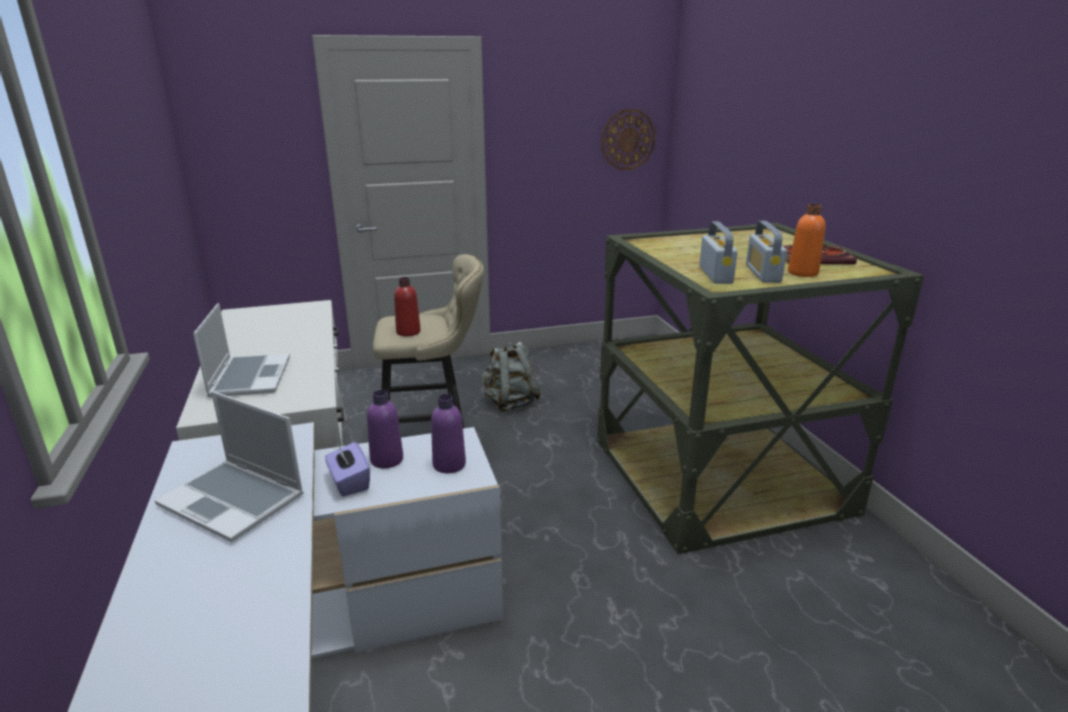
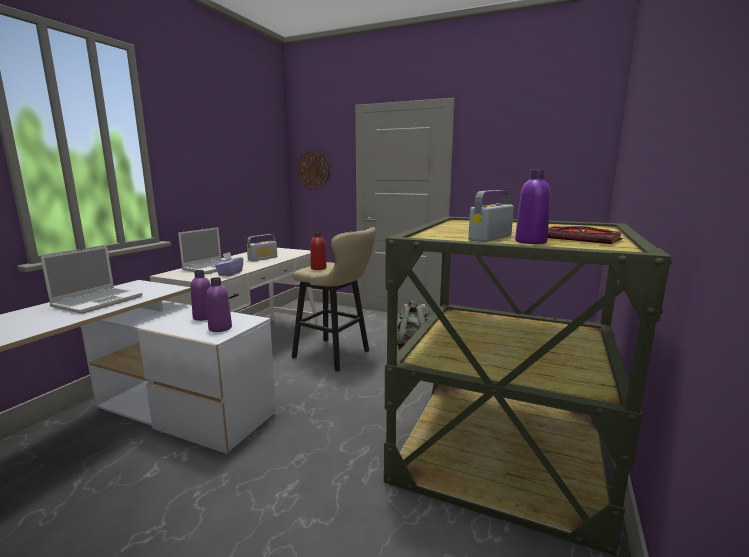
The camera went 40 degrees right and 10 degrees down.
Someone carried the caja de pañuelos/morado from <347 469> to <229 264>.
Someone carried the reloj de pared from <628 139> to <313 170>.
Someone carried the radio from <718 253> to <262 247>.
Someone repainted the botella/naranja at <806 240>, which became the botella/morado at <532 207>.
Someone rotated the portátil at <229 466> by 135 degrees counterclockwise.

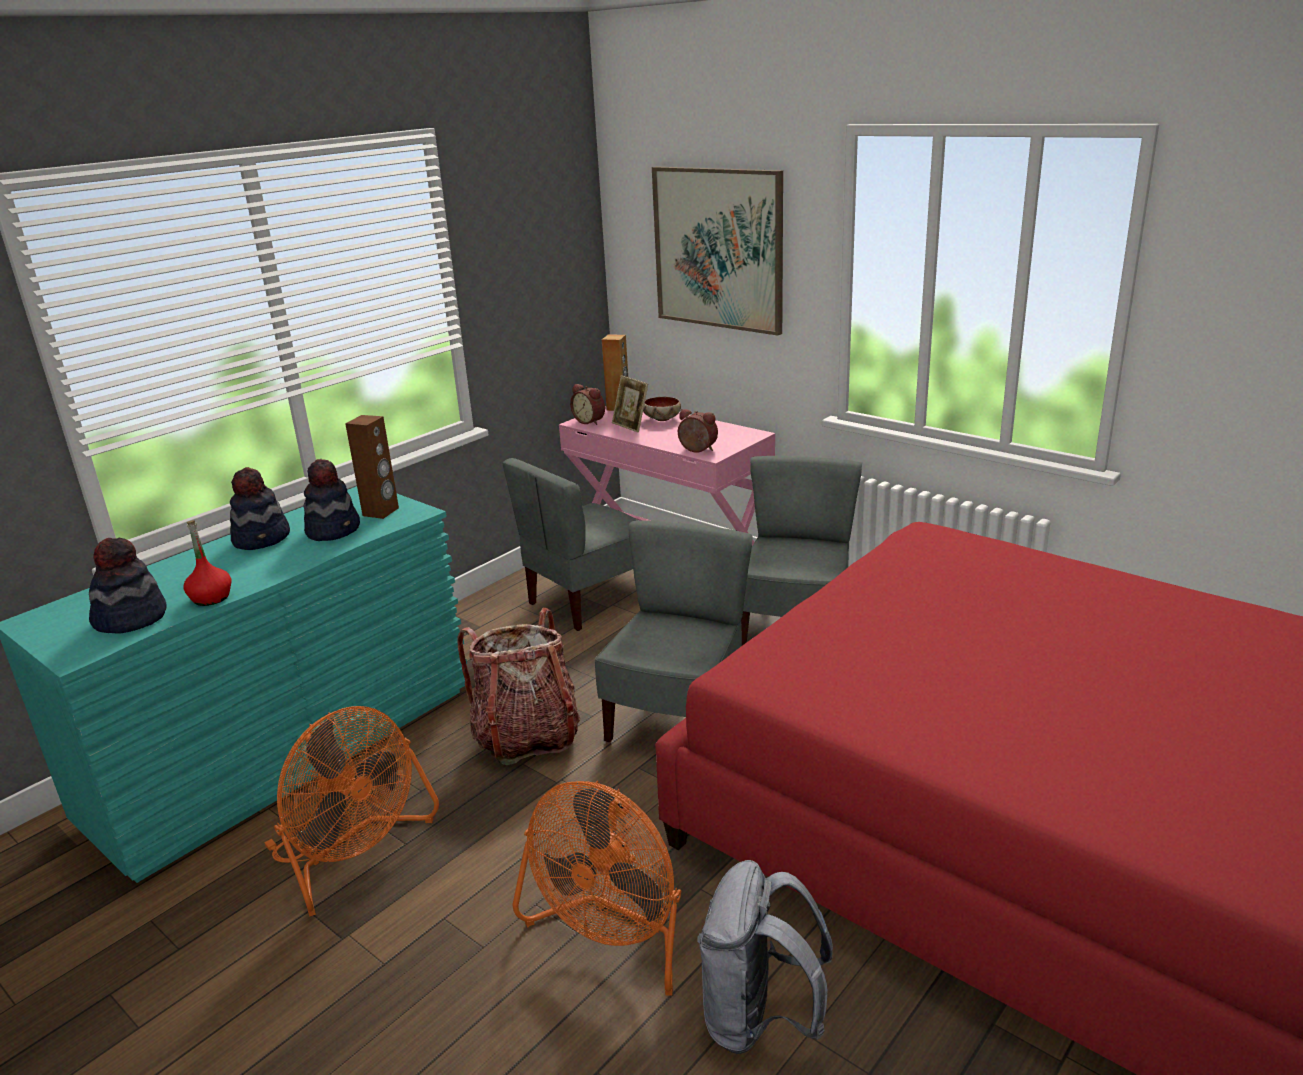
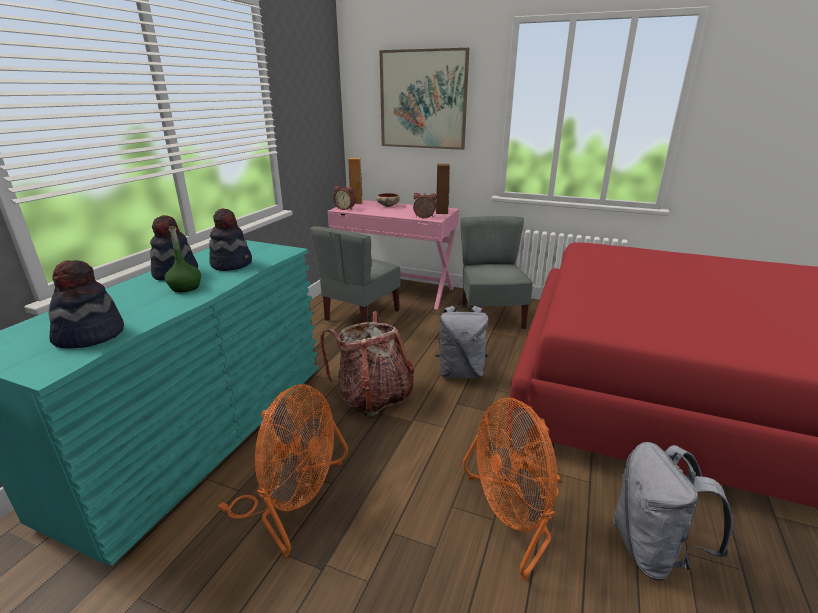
The camera went 20 degrees left and 0 degrees up.
Someone took away the botella/rojo at <207 563>.
Someone took away the portarretratos at <630 403>.
Someone put down the botella/verde at <183 259>.
Someone carried the altavoz/marrón from <372 467> to <443 189>.
Someone swapped the silla/gris at <674 631> for the mochila/gris at <462 342>.
Someone rotated the ventilador/naranja at <597 888> by 60 degrees clockwise.

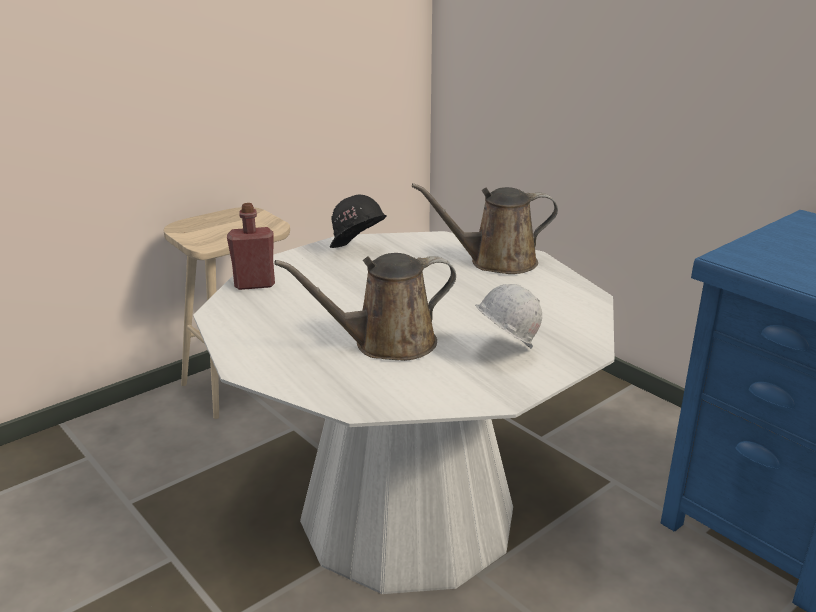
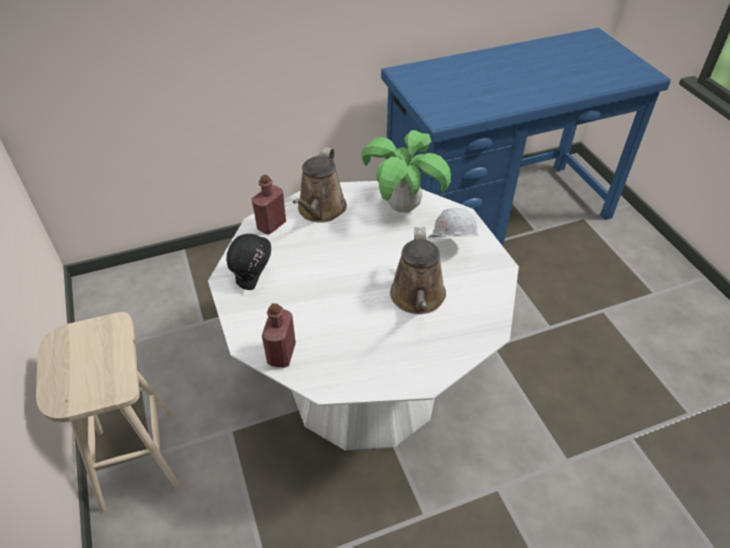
The camera went 70 degrees left and 20 degrees up.
Someone put down the botella/rojo at <269 205>.
Someone put down the planta en maceta at <406 171>.

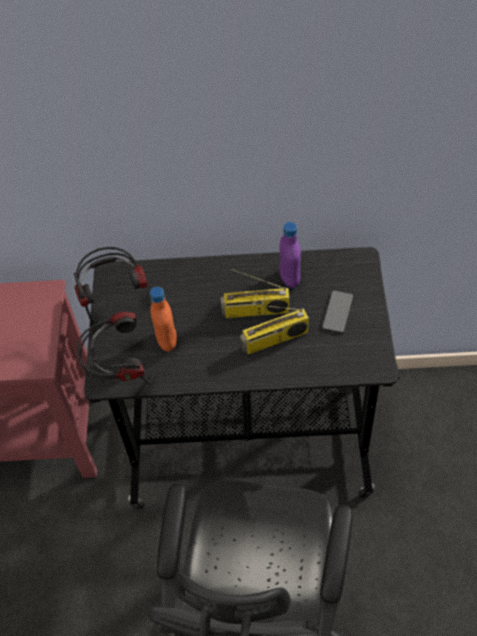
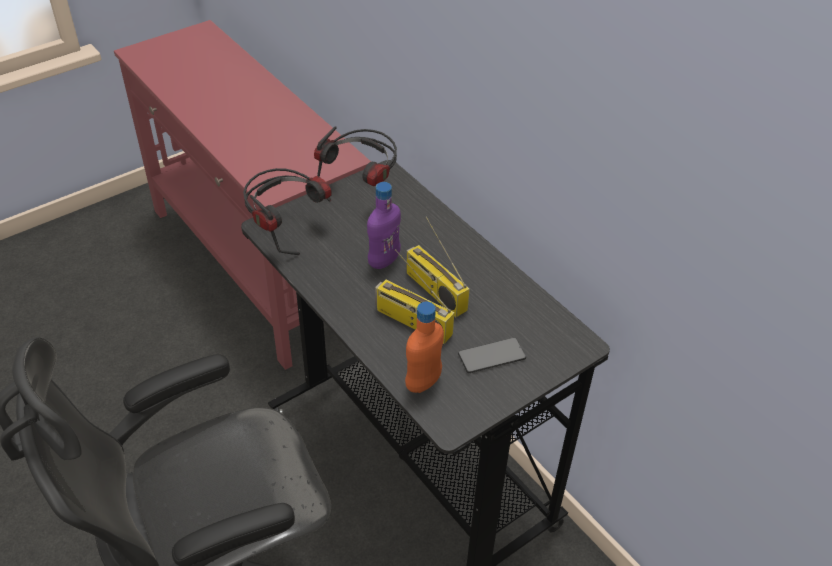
The camera went 50 degrees right and 10 degrees down.
Someone carried the botella/naranja from <163 319> to <424 347>.
Someone carried the botella/morado from <290 255> to <384 225>.

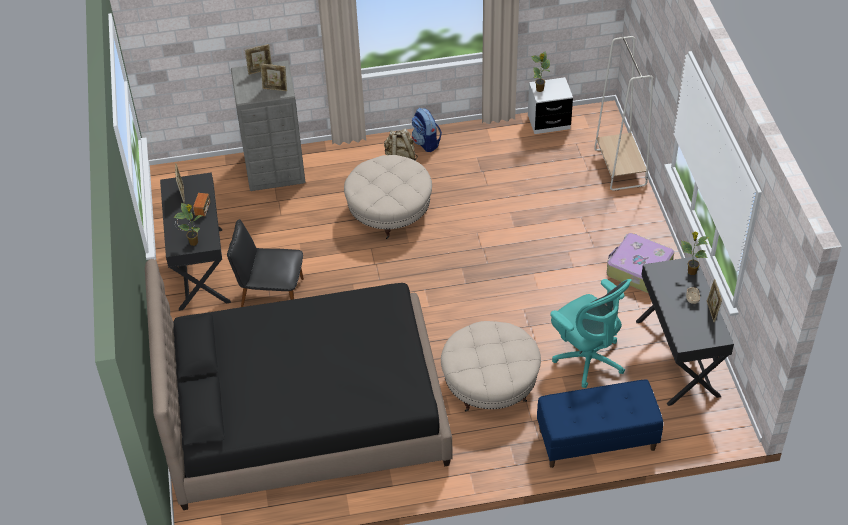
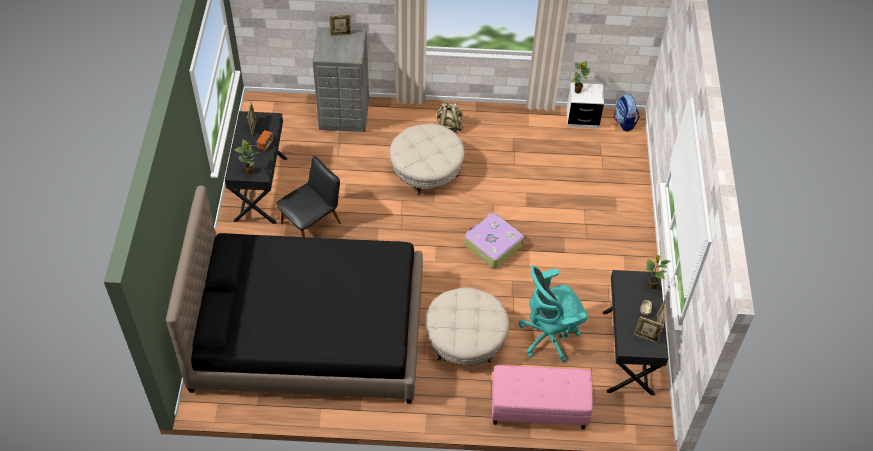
The camera went 10 degrees right and 5 degrees up.
Someone took away the perchero at <623 113>.
Someone carried the portarretratos from <273 77> to <649 329>.
Someone carried the mochila from <427 130> to <627 112>.
Someone carried the maleta from <640 263> to <494 240>.
Someone repainted the banco/azul at <600 423>, which became the banco/rosa at <542 397>.
Someone rotated the silla/negro at <265 263> by 120 degrees clockwise.
Someone rotated the silla de oficina/turquesa at <590 333> by 90 degrees clockwise.

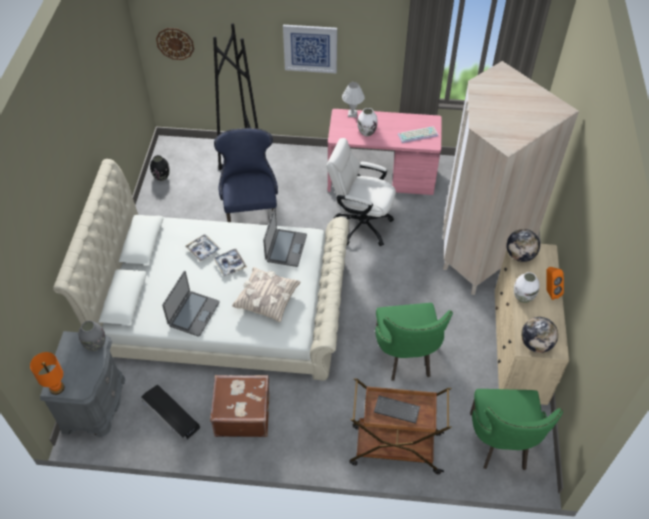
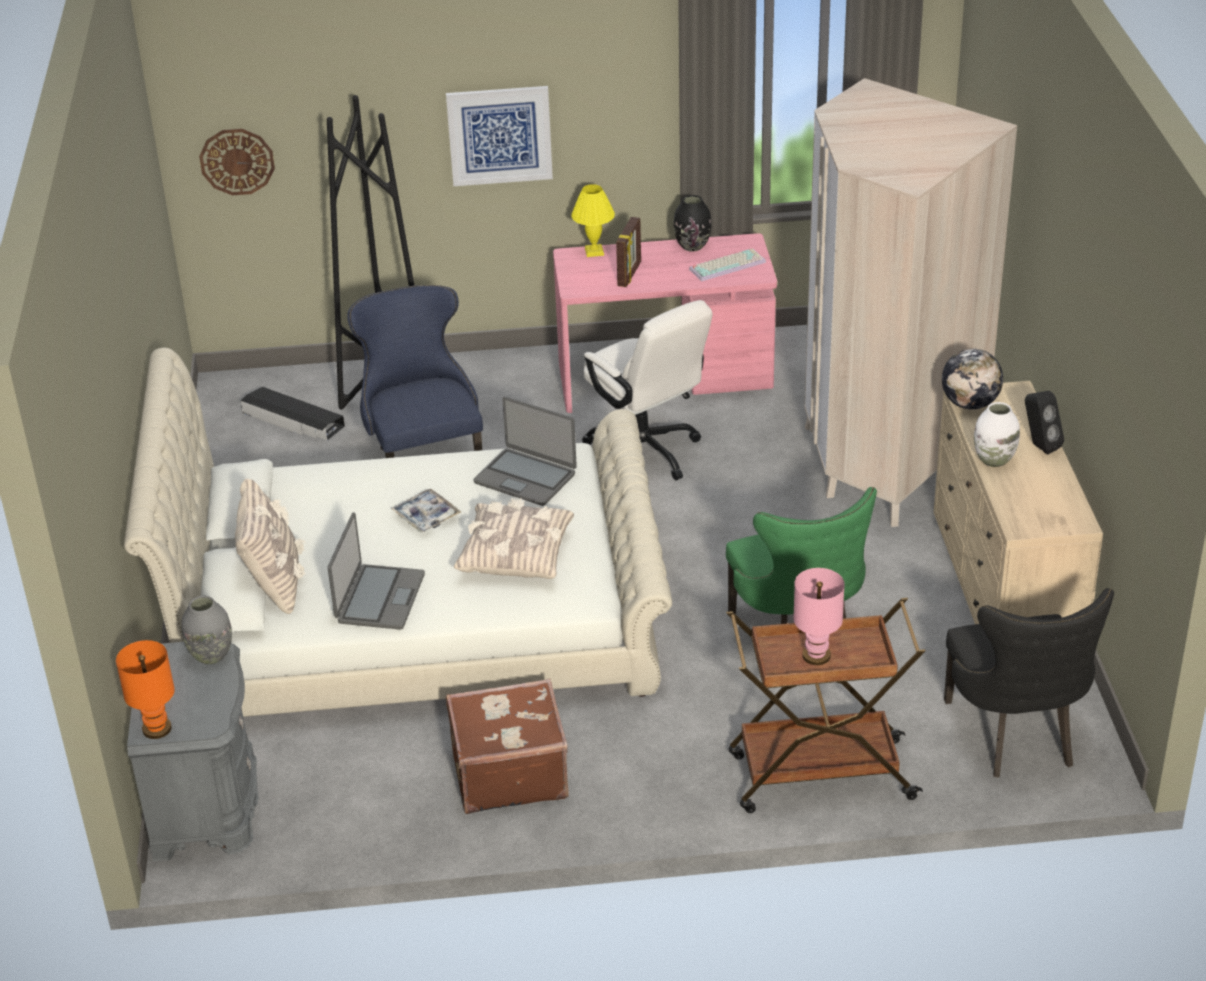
The camera went 10 degrees left and 15 degrees down.
Someone took away the bandeja at <203 248>.
Someone took away the globo terráqueo at <539 335>.
Someone put down the cojín/beis at <271 546>.
Someone carried the caja de almacenaje/negro from <170 412> to <293 413>.
Someone carried the florero/negro from <160 168> to <692 223>.
Someone swapped the florero/blanco at <367 122> for the portarretratos at <628 252>.
Someone swapped the teclado at <397 410> for the lámpara de mesa/rosa at <819 616>.
Someone repainted the lámpara de mesa/blanco at <353 99>, which became the lámpara de mesa/amarillo at <593 220>.
Someone repainted the silla/verde at <516 429>, which became the silla/negro at <1029 683>.
Someone repainted the altavoz/naranja at <555 283>, which became the altavoz/negro at <1044 423>.
Someone rotated the portátil at <285 237> by 120 degrees clockwise.
Someone rotated the silla de oficina/blanco at <361 192> by 135 degrees counterclockwise.

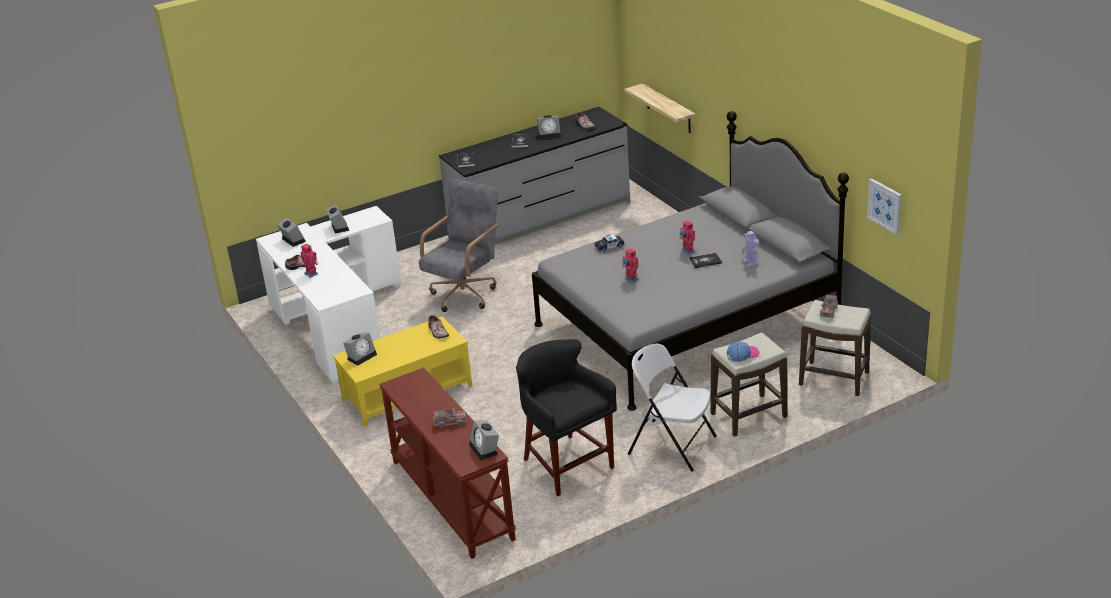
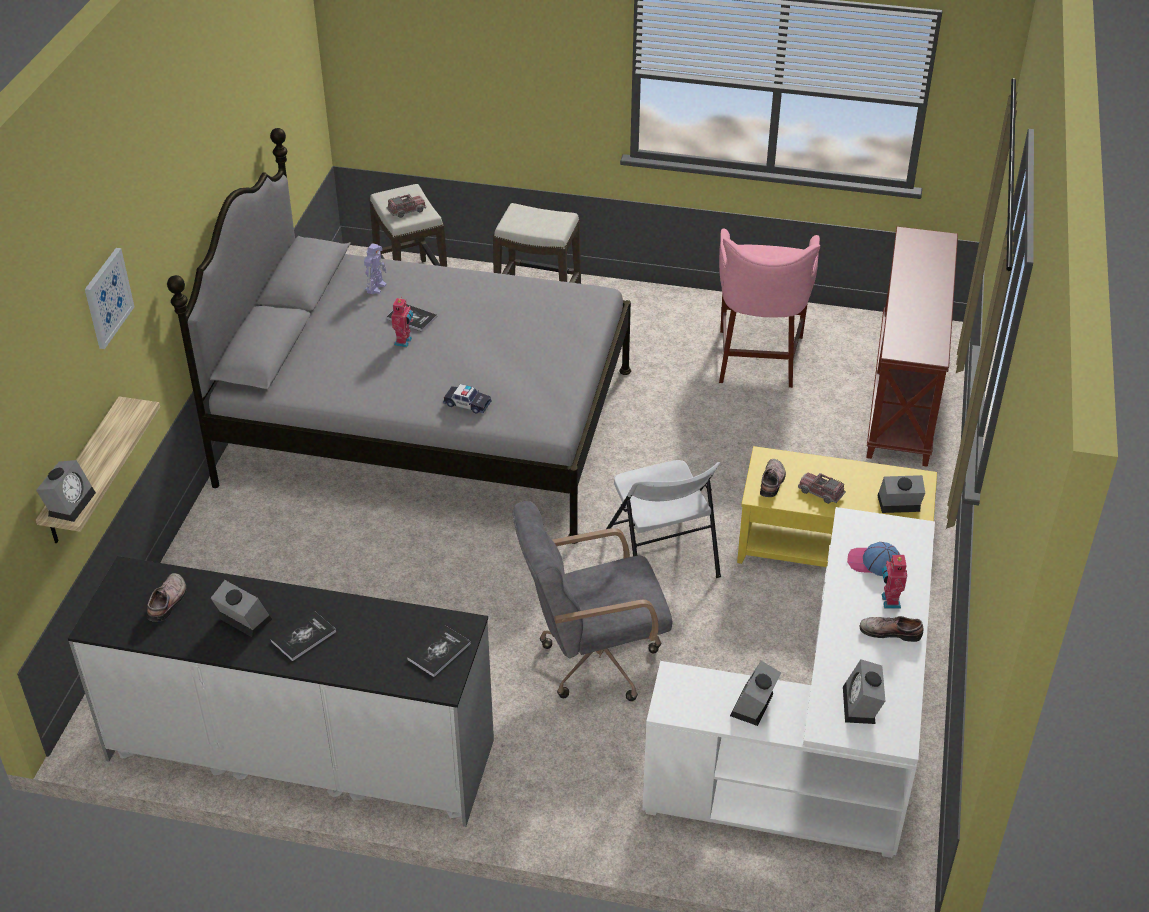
The camera went 140 degrees left and 10 degrees up.
Someone took away the robot de juguete at <630 265>.
Someone carried the camión de juguete from <449 418> to <822 488>.
Someone carried the despertador from <484 440> to <66 491>.
Someone carried the silla/blanco from <672 408> to <663 519>.
Someone carried the gorra from <743 351> to <873 559>.
Someone carried the cuadro from <884 207> to <109 298>.
Someone repainted the taburete/negro at <566 417>, which became the taburete/rosa at <769 308>.

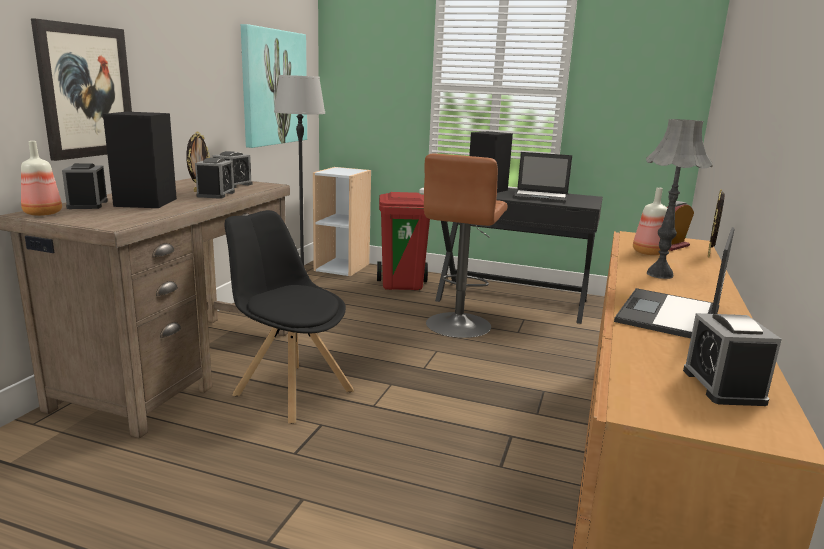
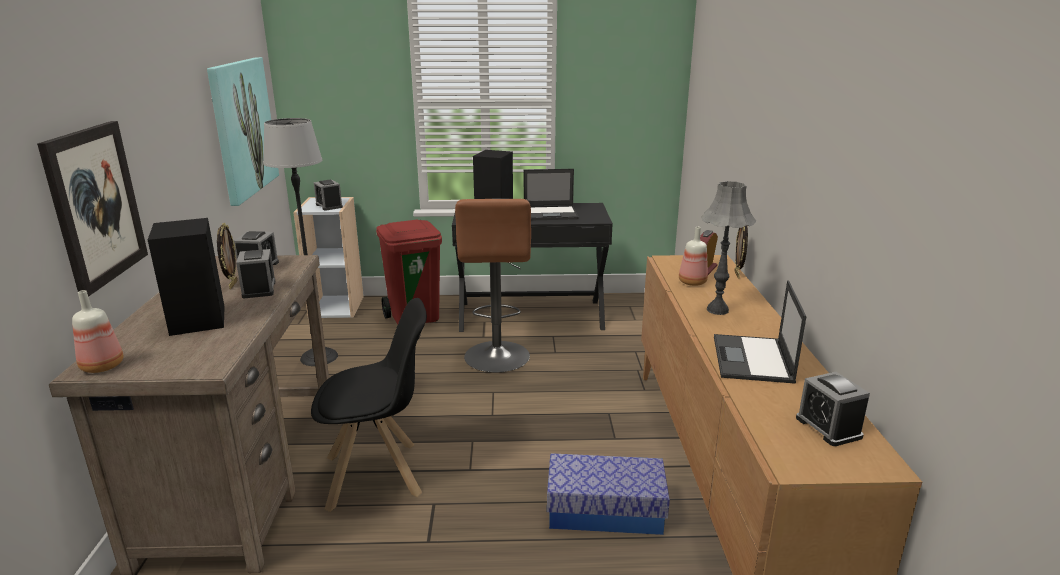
The camera went 20 degrees left and 5 degrees up.
Someone put down the caja de almacenaje at <608 494>.
Someone carried the despertador from <85 186> to <328 195>.
Someone rotated the silla/negro at <289 317> by 150 degrees clockwise.

